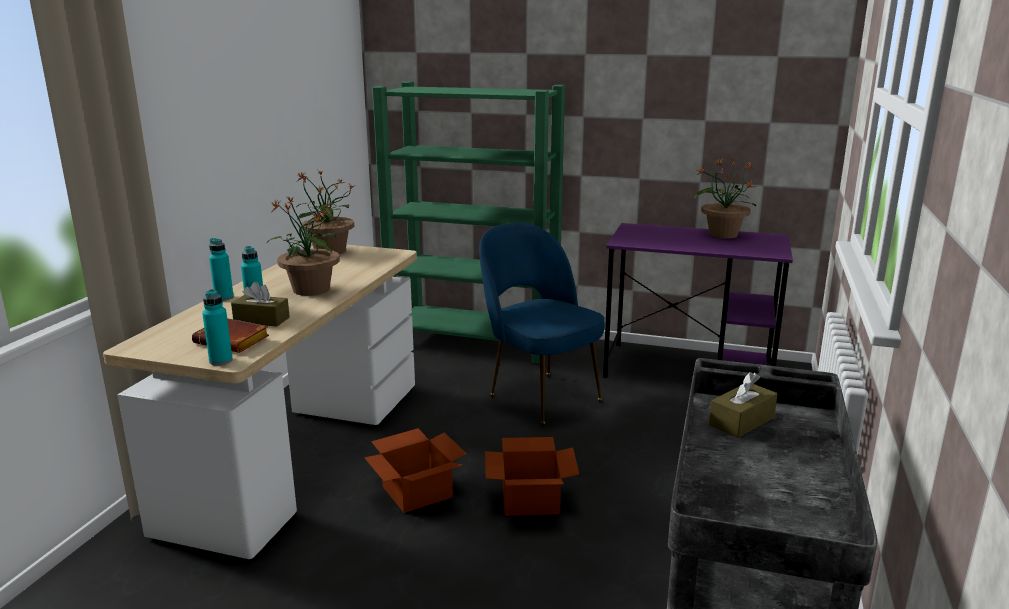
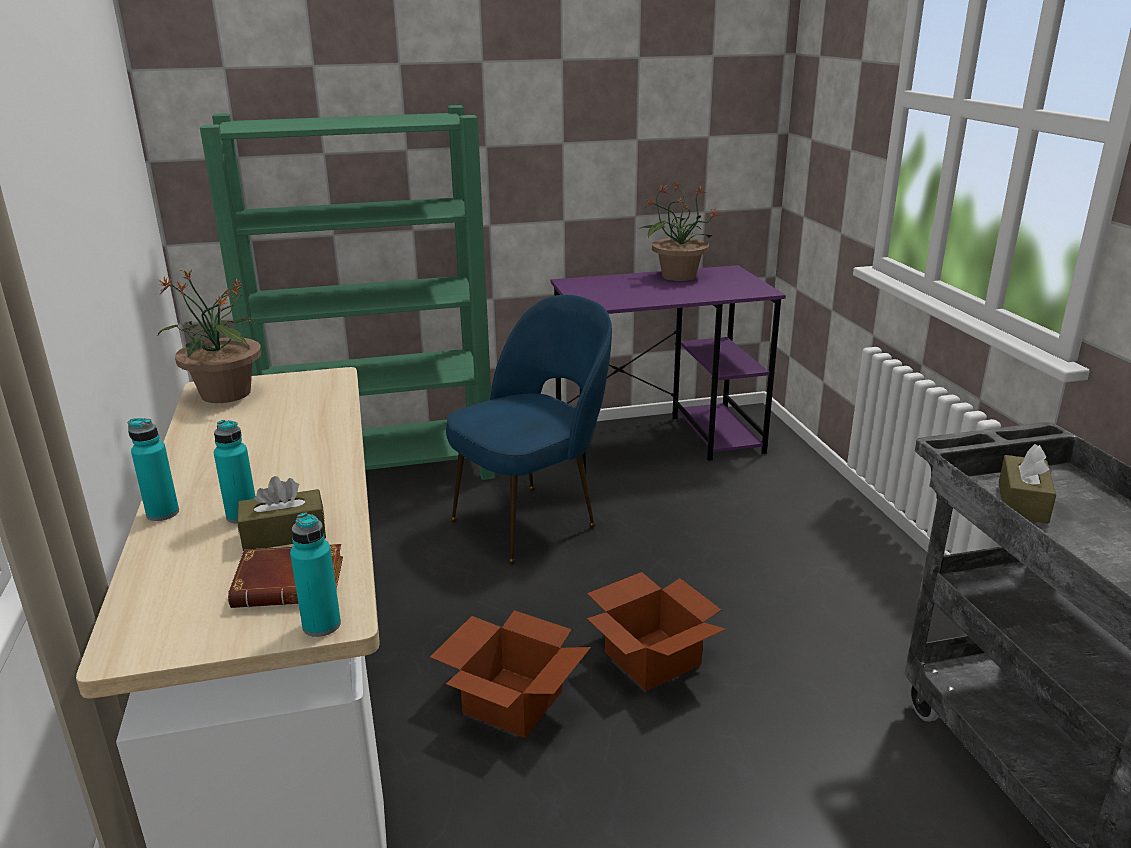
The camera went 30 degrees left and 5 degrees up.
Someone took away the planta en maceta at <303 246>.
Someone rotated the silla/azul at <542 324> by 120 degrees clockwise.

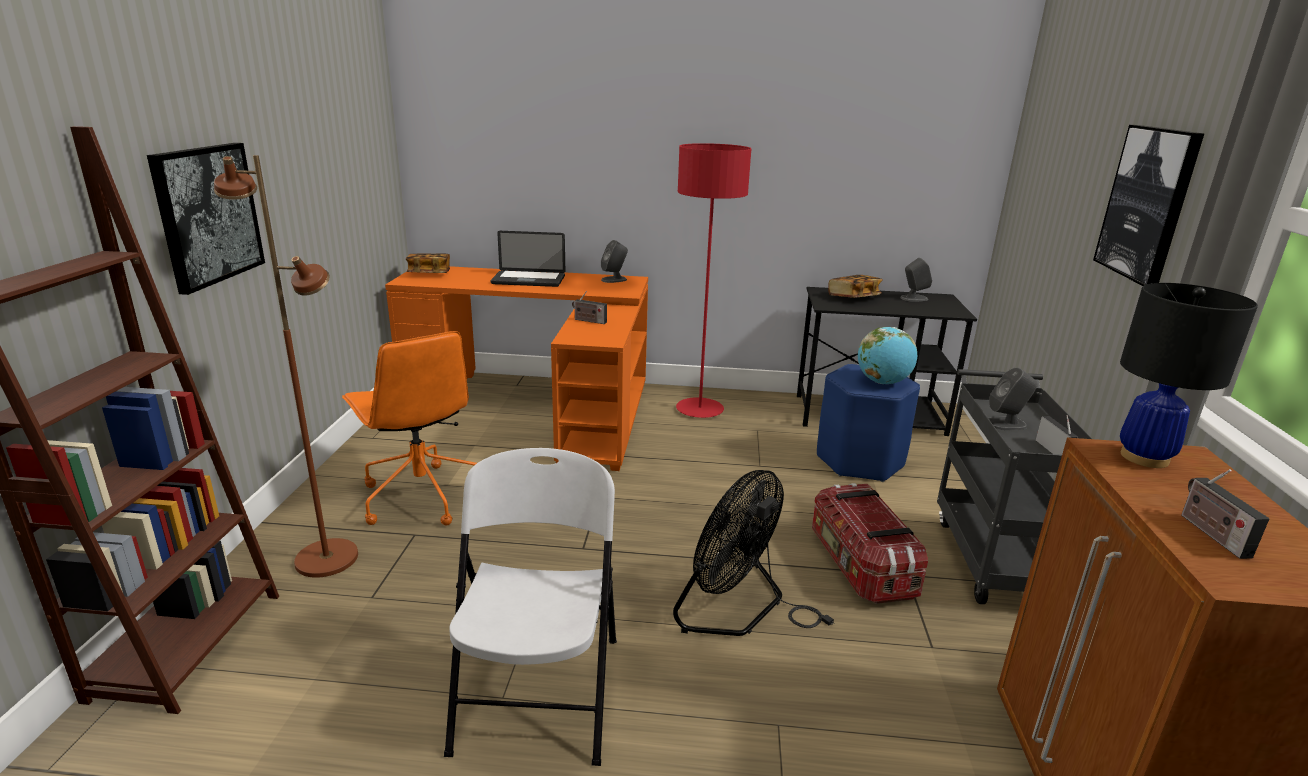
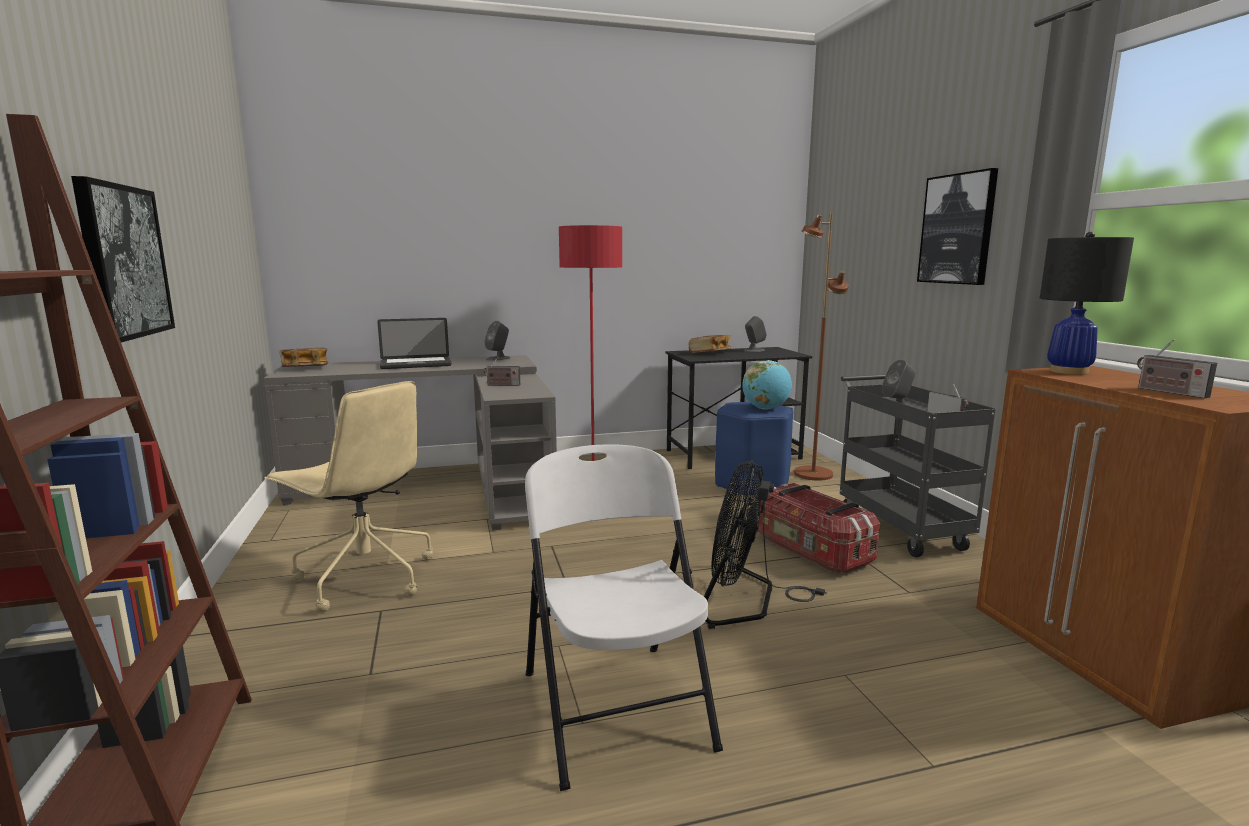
The camera went 20 degrees left and 10 degrees down.
Someone carried the lámpara de pie/marrón from <286 366> to <821 347>.
Someone repainted the silla de oficina/naranja at <409 428>, which became the silla de oficina/beis at <349 496>.
Someone repainted the escritorio/naranja at <516 368>, which became the escritorio/gris at <410 443>.

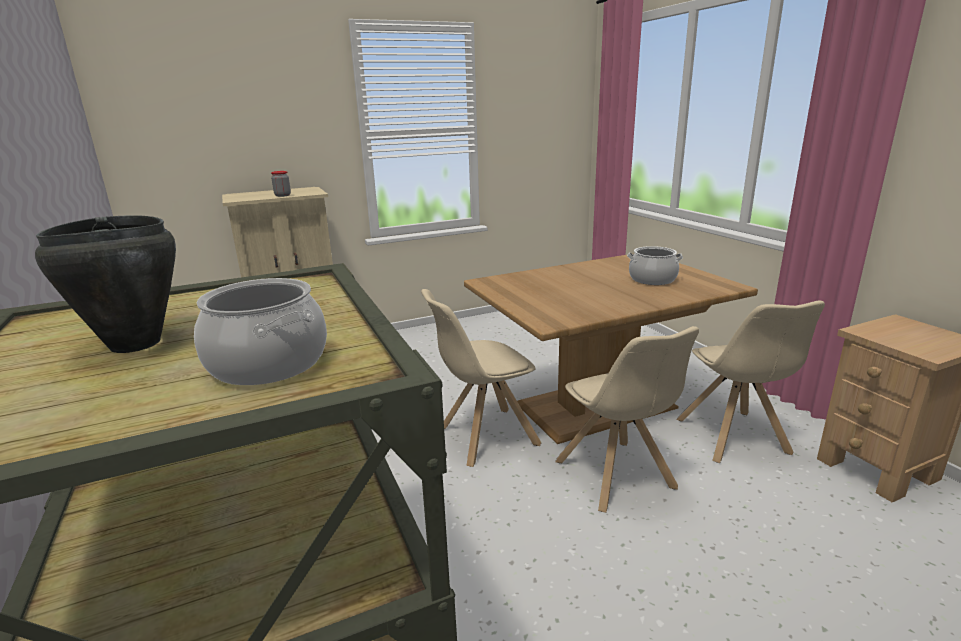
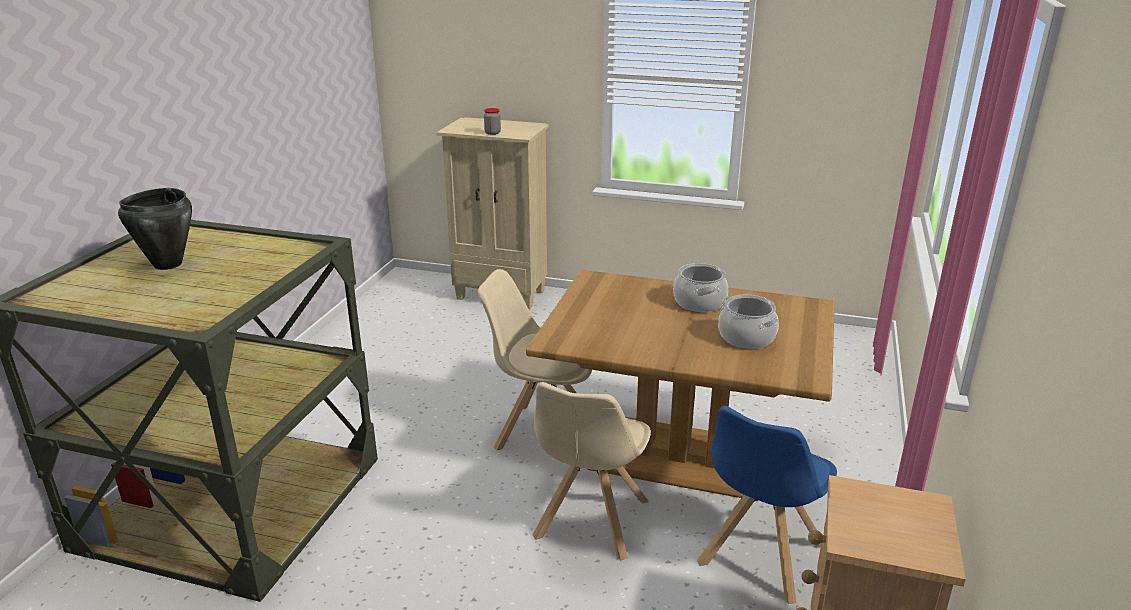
The camera went 40 degrees right and 5 degrees up.
Someone carried the olla from <260 331> to <700 287>.
Someone repainted the silla/beis at <750 381>, which became the silla/azul at <767 505>.

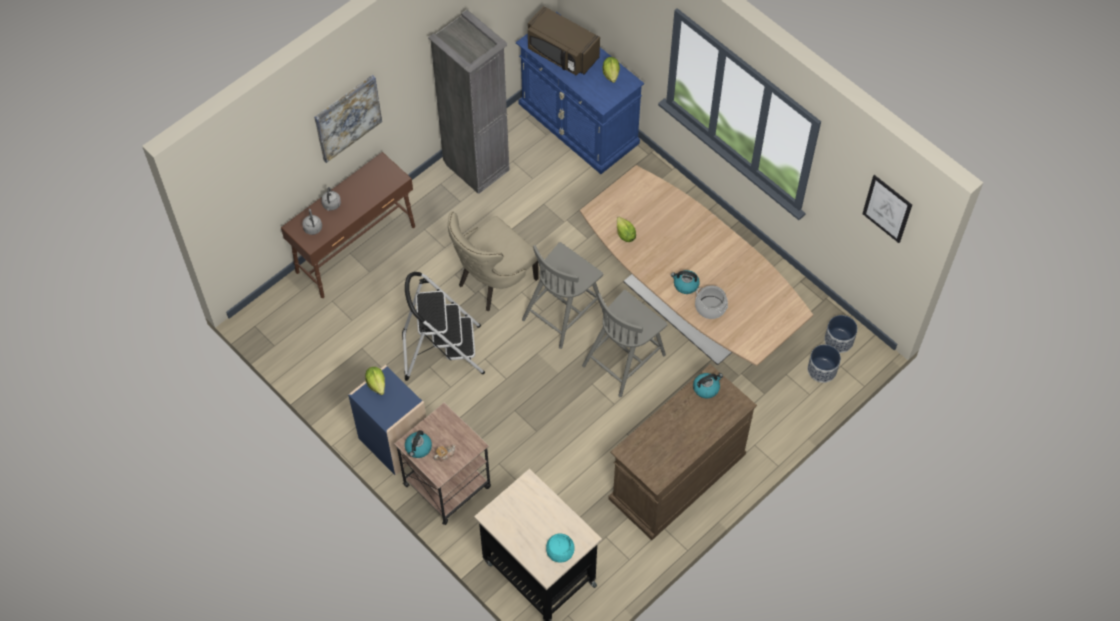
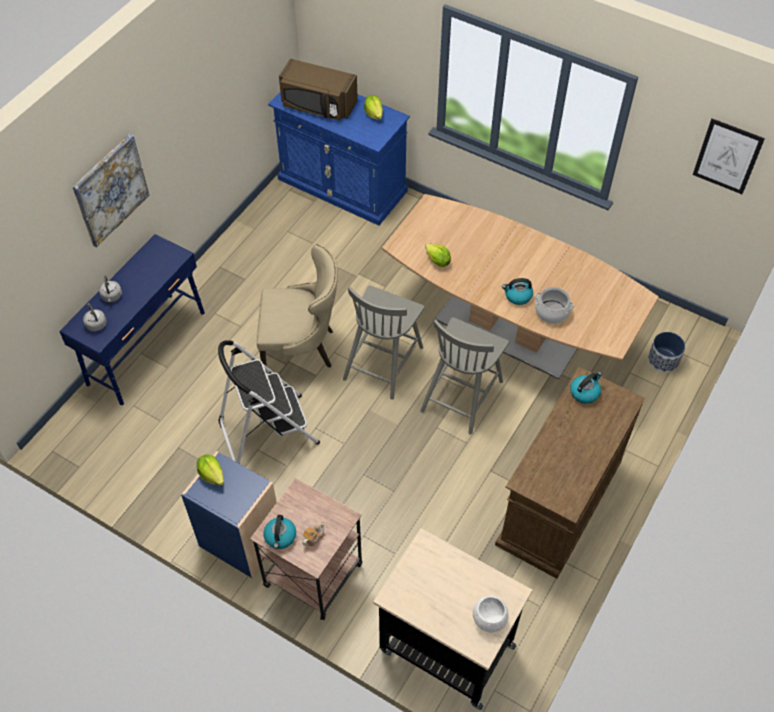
The camera went 15 degrees left and 5 degrees down.
Someone took away the armario/gris at <469 102>.
Someone took away the maceta at <841 334>.
Someone repainted the mesa consola/marrón at <348 225>, which became the mesa consola/azul at <132 319>.
Someone repainted the cuenco/turquesa at <560 548>, which became the cuenco/blanco at <491 614>.
Someone rotated the silla/beis at <493 262> by 120 degrees counterclockwise.

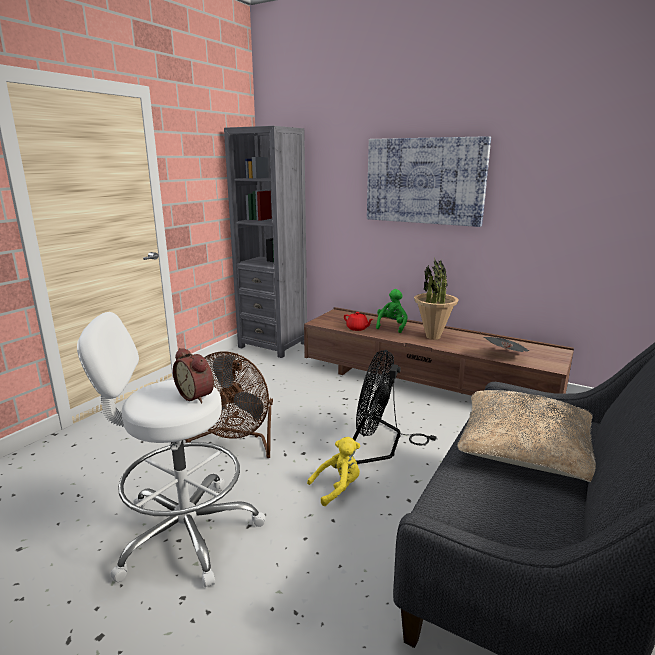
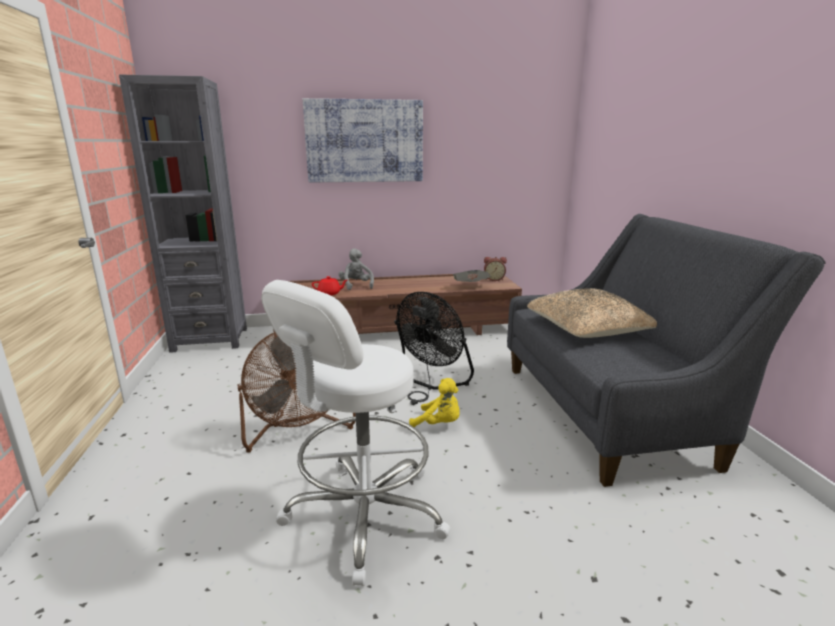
The camera went 40 degrees left and 0 degrees up.
Someone took away the planta en maceta at <436 299>.
Someone carried the despertador from <193 375> to <495 269>.
Someone repainted the peluche/verde at <392 311>, which became the peluche/gris at <356 269>.
Someone rotated the peluche/amarillo at <333 471> by 90 degrees clockwise.
Someone rotated the ventilador/negro at <395 407> by 150 degrees clockwise.

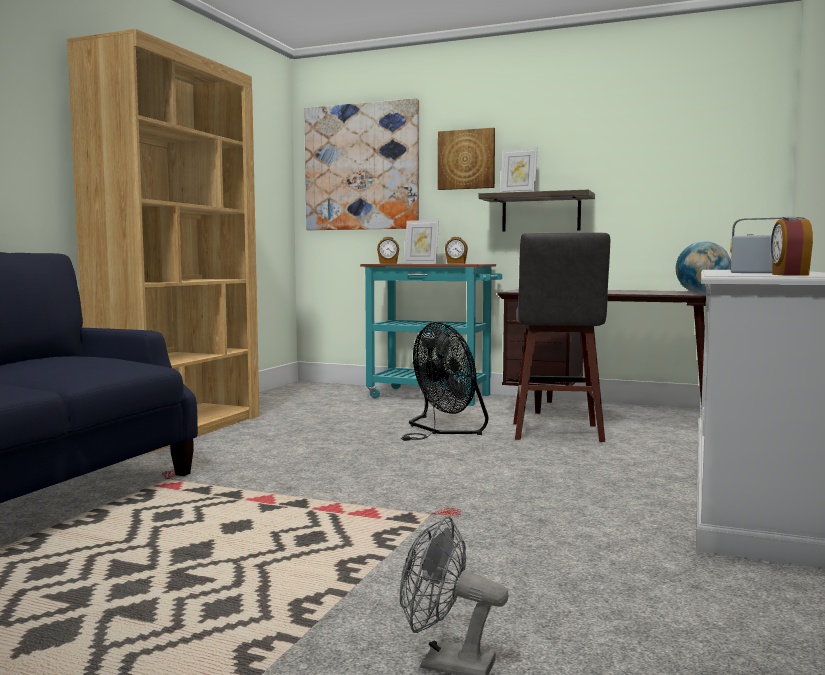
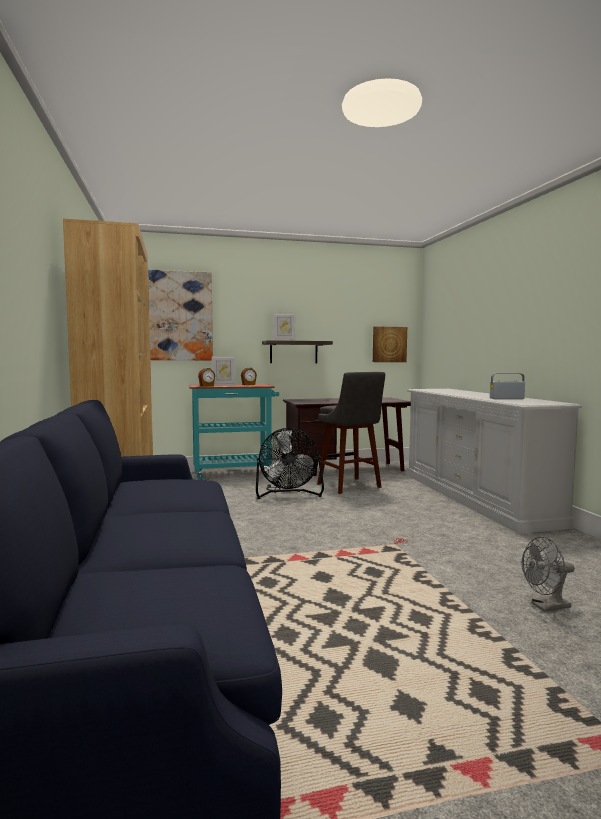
The camera went 35 degrees left and 0 degrees up.
Someone took away the globo terráqueo at <703 267>.
Someone took away the despertador at <792 245>.
Someone carried the cuadro from <466 159> to <390 344>.
Someone rotated the ventilador/negro at <444 381> by 150 degrees clockwise.

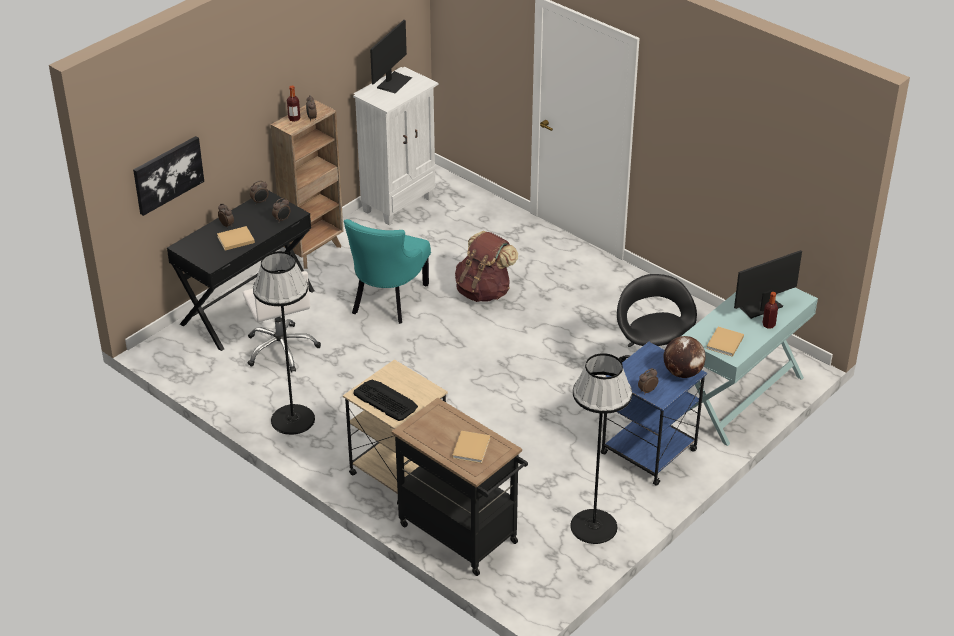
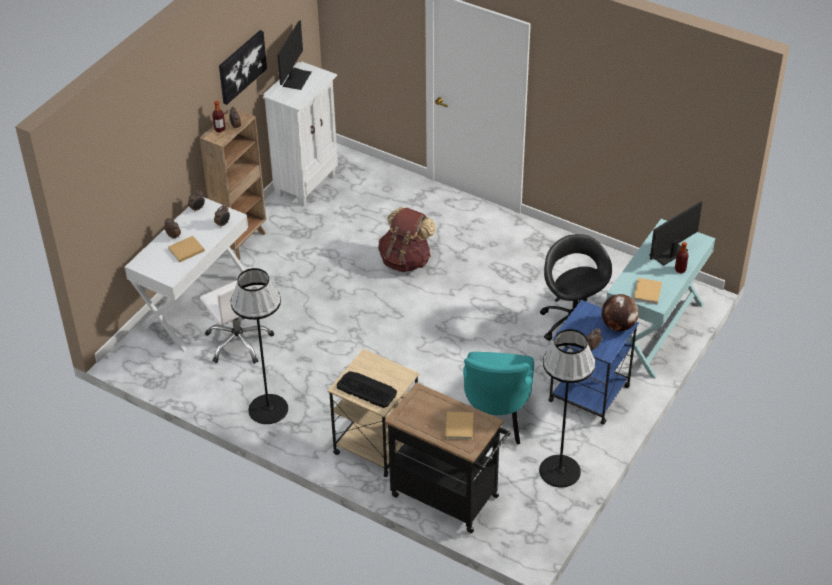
The camera went 10 degrees left and 5 degrees up.
Someone carried the cuadro from <168 176> to <243 67>.
Someone carried the silla/turquesa from <387 271> to <498 398>.
Someone repainted the escritorio/negro at <240 270>, which became the escritorio/blanco at <186 274>.

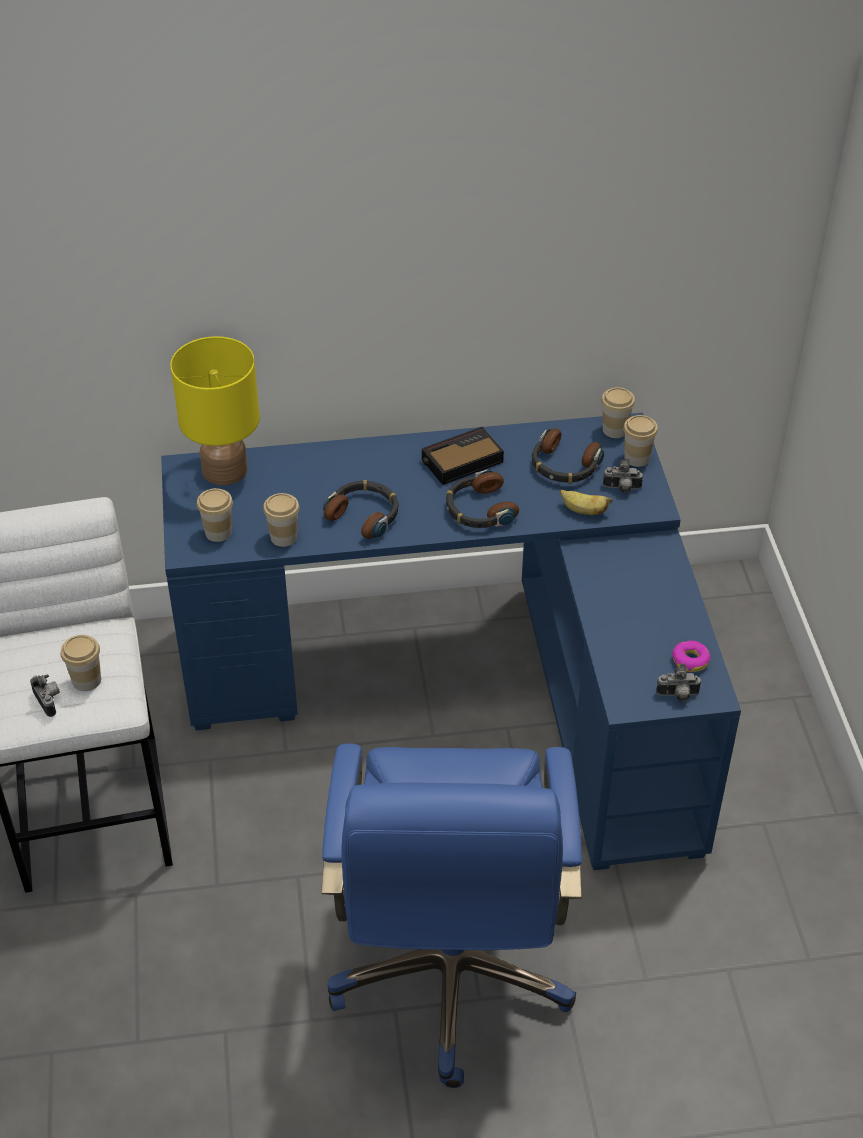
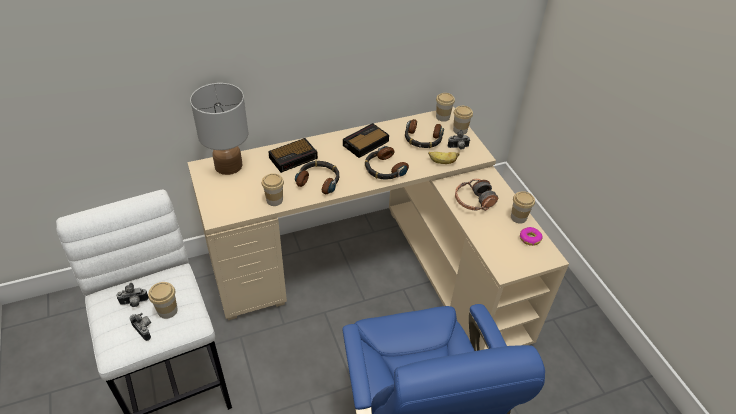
The camera went 15 degrees left and 0 degrees up.
Someone put down the despertador at <293 155>.
Someone put down the auriculares at <476 195>.
Someone carried the taza from <215 515> to <523 207>.
Someone carried the cámara from <678 682> to <132 295>.
Someone repainted the escritorio/azul at <451 641>, which became the escritorio/beis at <378 228>.
Someone repainted the lámpara de mesa/amarillo at <215 410>, which became the lámpara de mesa/gris at <219 129>.

